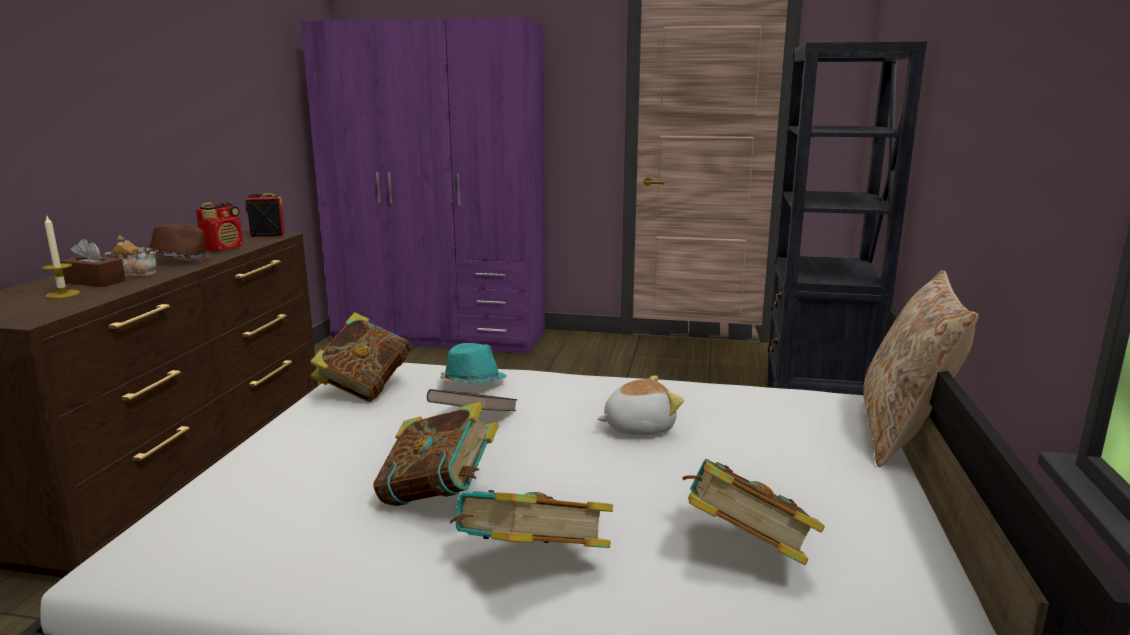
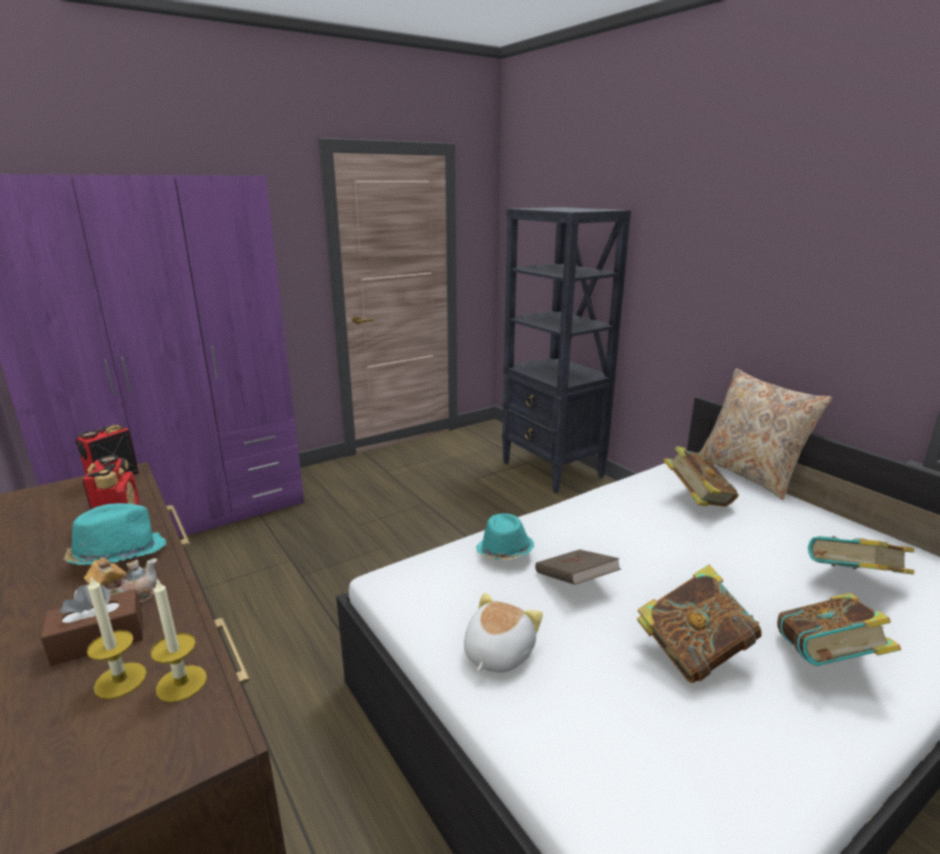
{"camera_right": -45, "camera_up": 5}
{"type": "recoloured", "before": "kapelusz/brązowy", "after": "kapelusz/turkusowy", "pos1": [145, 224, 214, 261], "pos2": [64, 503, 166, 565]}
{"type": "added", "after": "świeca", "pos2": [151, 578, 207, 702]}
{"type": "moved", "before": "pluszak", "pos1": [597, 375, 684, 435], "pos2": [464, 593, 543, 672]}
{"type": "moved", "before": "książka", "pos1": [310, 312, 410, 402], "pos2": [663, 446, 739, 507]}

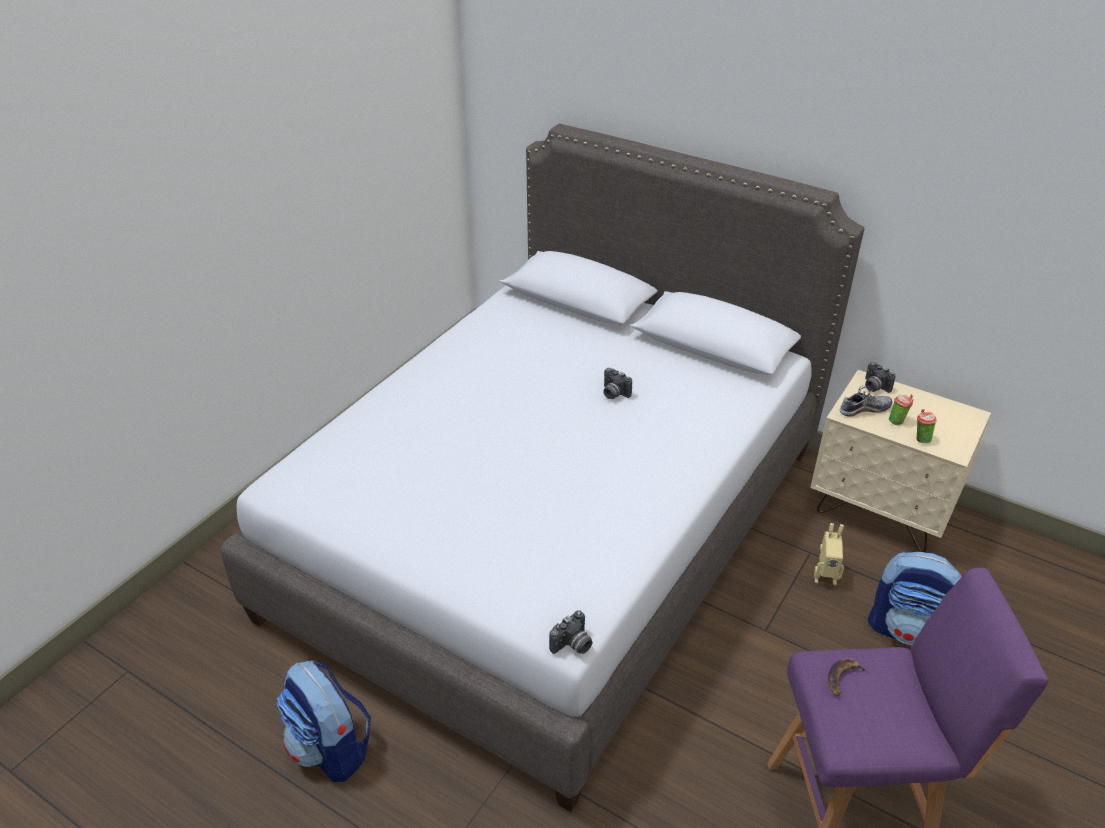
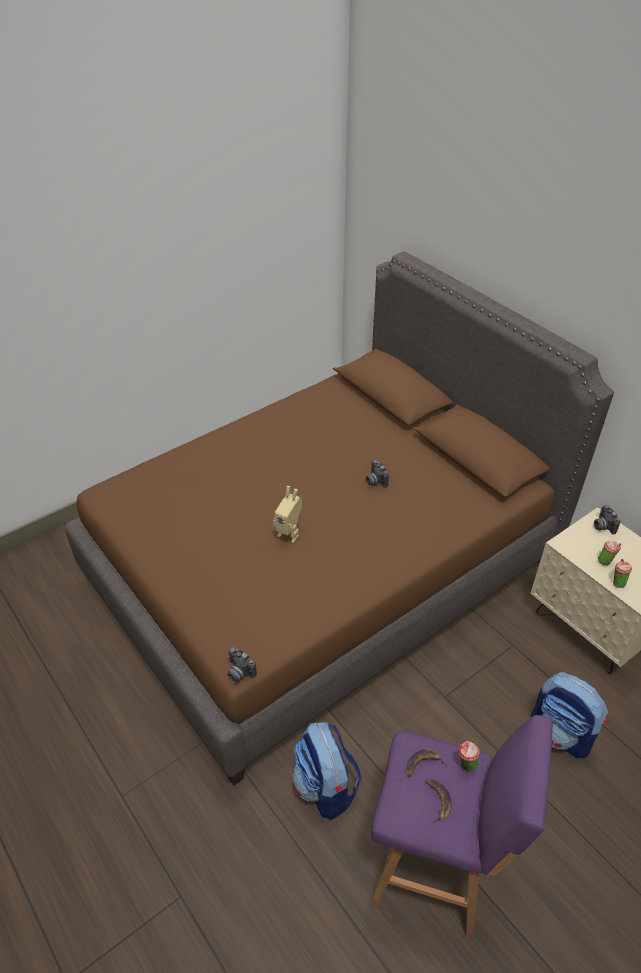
{"camera_right": 20, "camera_up": 5}
{"type": "recoloured", "before": "łóżko/szary", "after": "łóżko/brązowy", "pos1": [221, 124, 864, 812], "pos2": [65, 251, 614, 786]}
{"type": "turned", "before": "aparat fotograficzny", "pos1": [549, 610, 592, 654], "pos2": [227, 647, 257, 683], "turn": 60}
{"type": "moved", "before": "robot zabawkowy", "pos1": [814, 523, 844, 585], "pos2": [273, 486, 302, 543]}
{"type": "moved", "before": "plecak", "pos1": [277, 660, 371, 782], "pos2": [293, 722, 362, 820]}
{"type": "added", "after": "banan", "pos2": [426, 779, 452, 823]}
{"type": "added", "after": "filiżanka", "pos2": [458, 741, 480, 772]}
{"type": "removed", "before": "but", "pos1": [840, 385, 892, 417]}

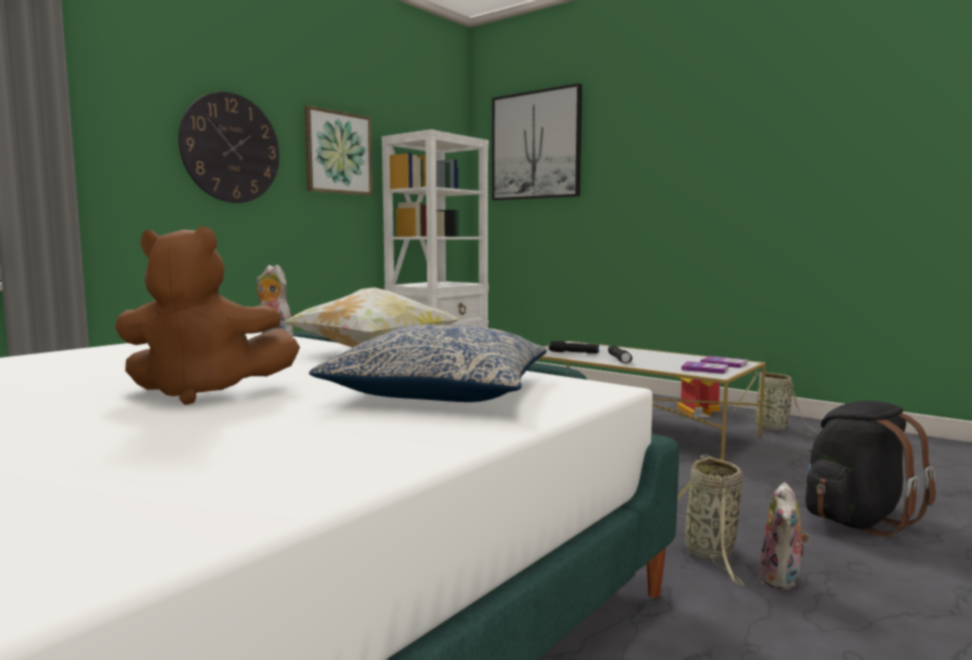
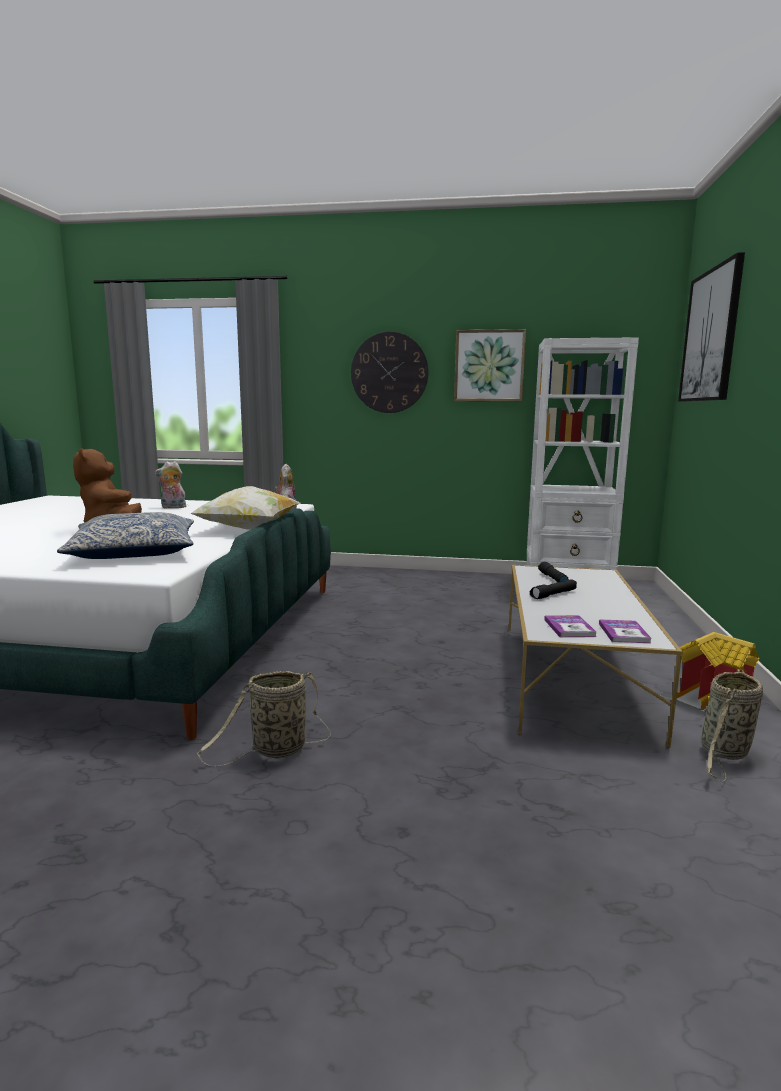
{"camera_right": 60, "camera_up": 5}
{"type": "moved", "before": "pluszak", "pos1": [758, 482, 810, 590], "pos2": [155, 461, 186, 508]}
{"type": "removed", "before": "plecak/czarny", "pos1": [805, 400, 936, 537]}

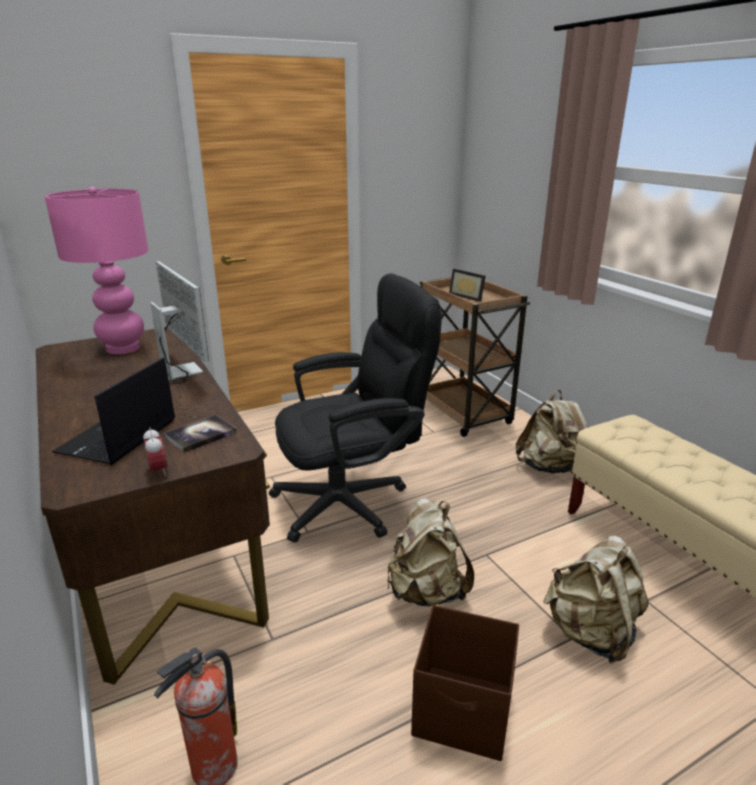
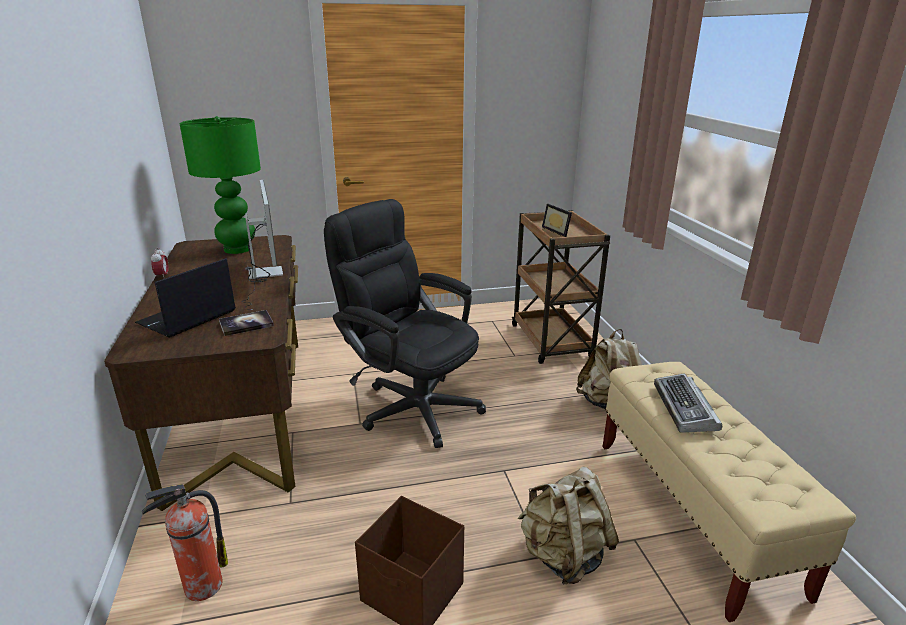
{"camera_right": 15, "camera_up": 0}
{"type": "moved", "before": "budzik", "pos1": [143, 427, 167, 476], "pos2": [151, 248, 169, 279]}
{"type": "recoloured", "before": "lampa stołowa/różowy", "after": "lampa stołowa/zielony", "pos1": [44, 187, 149, 354], "pos2": [180, 116, 261, 254]}
{"type": "turned", "before": "krzesło biurowe/czarny", "pos1": [269, 273, 442, 542], "pos2": [324, 199, 486, 448], "turn": -135}
{"type": "added", "after": "klawiatura", "pos2": [654, 373, 722, 433]}
{"type": "removed", "before": "plecak/beżowy", "pos1": [387, 498, 474, 606]}

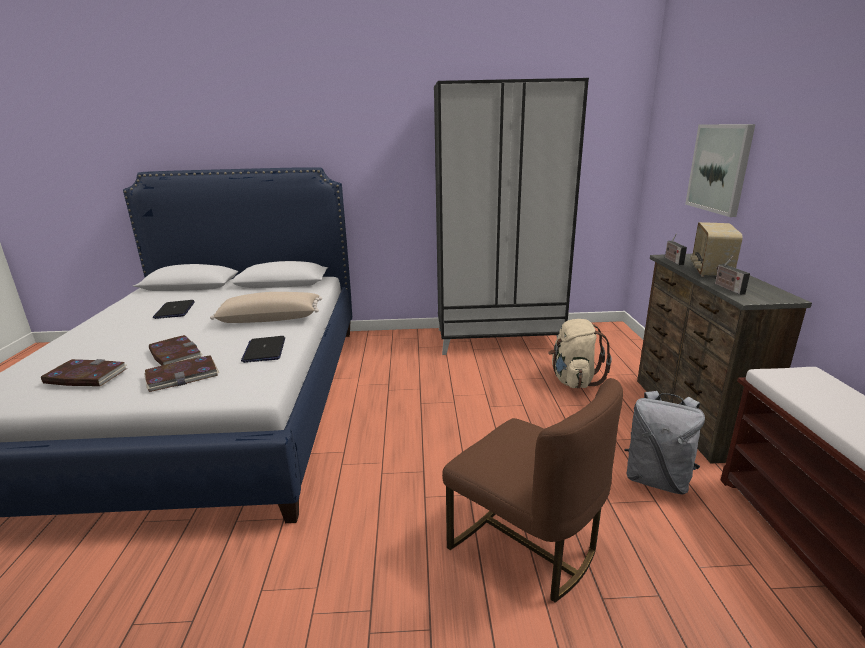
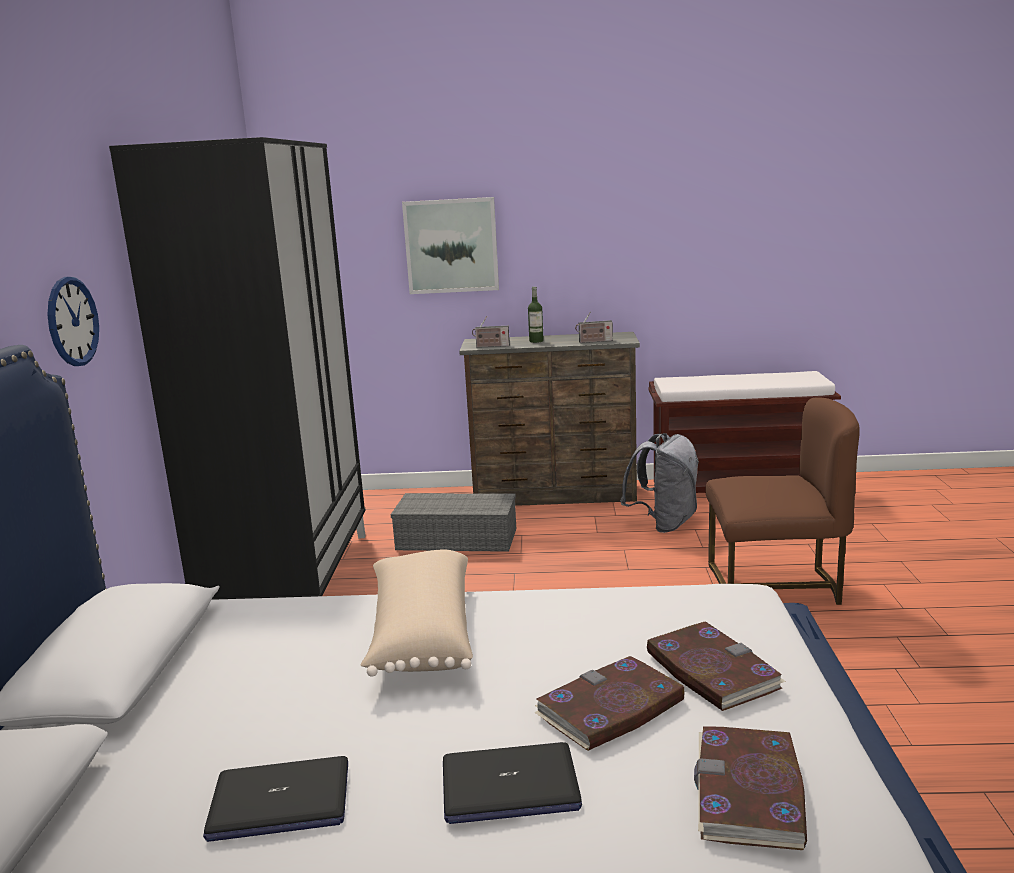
{"camera_right": -85, "camera_up": -5}
{"type": "added", "after": "zegar ścienny", "pos2": [47, 277, 99, 366]}
{"type": "replaced", "before": "plecak/beżowy", "after": "pojemnik do przechowywania/szary", "pos1": [548, 319, 612, 388], "pos2": [391, 493, 516, 552]}
{"type": "moved", "before": "laptop", "pos1": [241, 336, 285, 363], "pos2": [443, 742, 582, 824]}
{"type": "replaced", "before": "radio", "after": "butelka", "pos1": [690, 222, 743, 277], "pos2": [528, 287, 544, 343]}
{"type": "turned", "before": "krzesło/brązowy", "pos1": [442, 378, 623, 602], "pos2": [705, 397, 860, 605], "turn": 45}

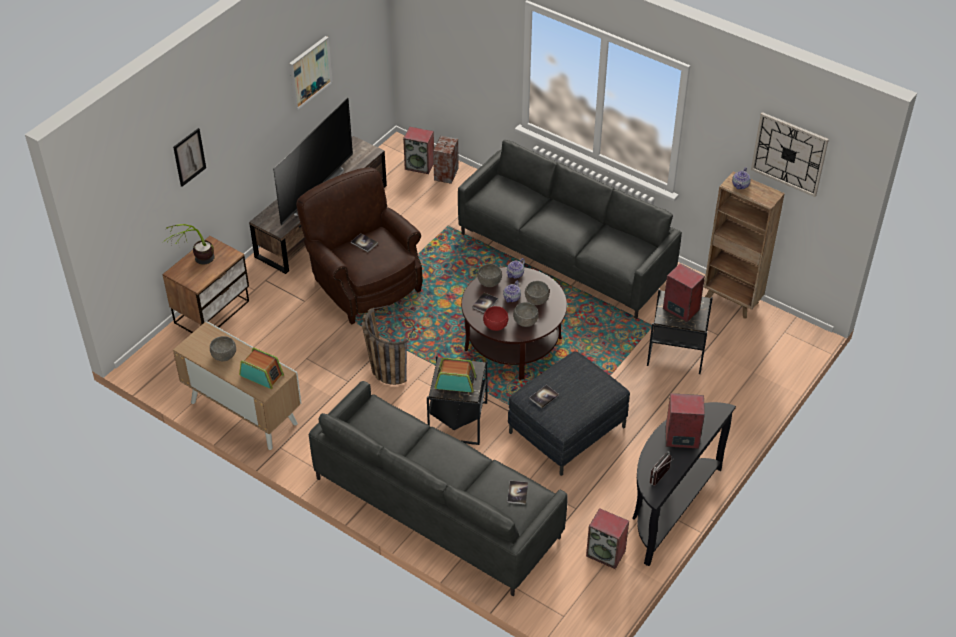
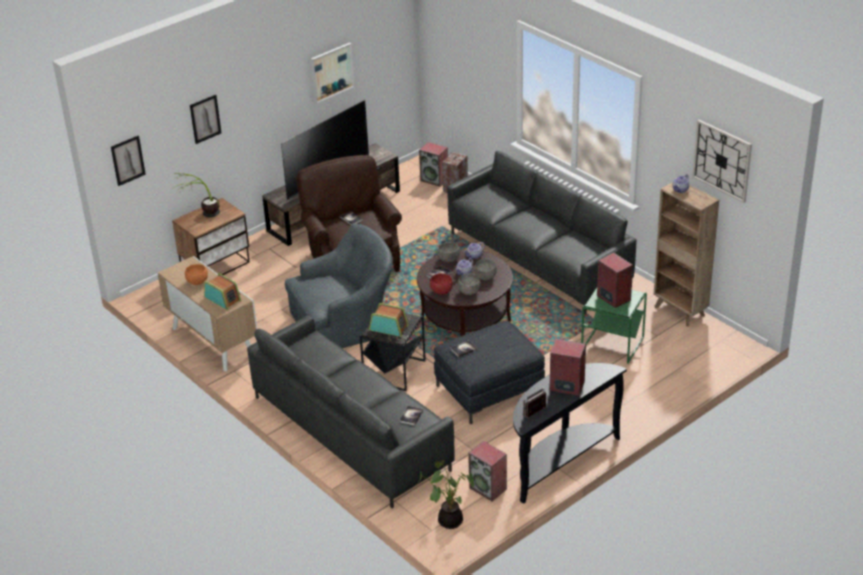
{"camera_right": 15, "camera_up": -10}
{"type": "added", "after": "obraz", "pos2": [111, 136, 146, 186]}
{"type": "recoloured", "before": "miska/szary", "after": "miska/pomarańczowy", "pos1": [210, 336, 236, 361], "pos2": [185, 264, 208, 285]}
{"type": "replaced", "before": "koszyk", "after": "fotel/szary", "pos1": [362, 305, 415, 385], "pos2": [285, 224, 393, 349]}
{"type": "added", "after": "roślina doniczkowa", "pos2": [416, 460, 474, 529]}
{"type": "recoloured", "before": "stolik/czarny", "after": "stolik/zielony", "pos1": [647, 289, 713, 374], "pos2": [581, 288, 647, 364]}

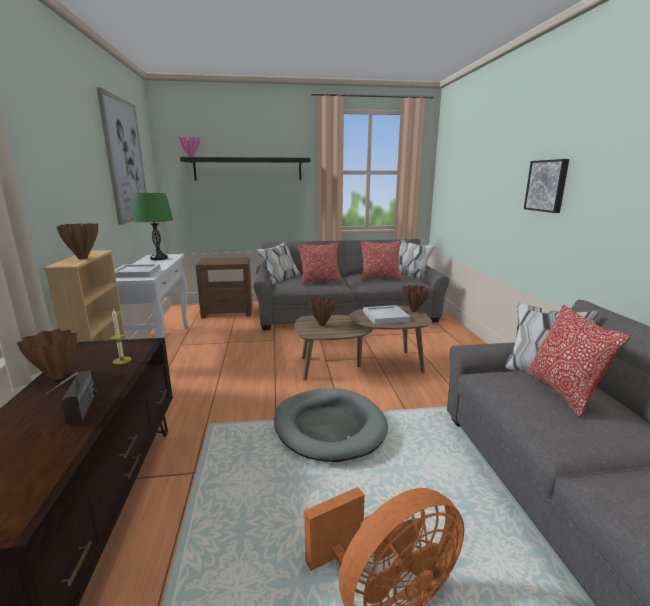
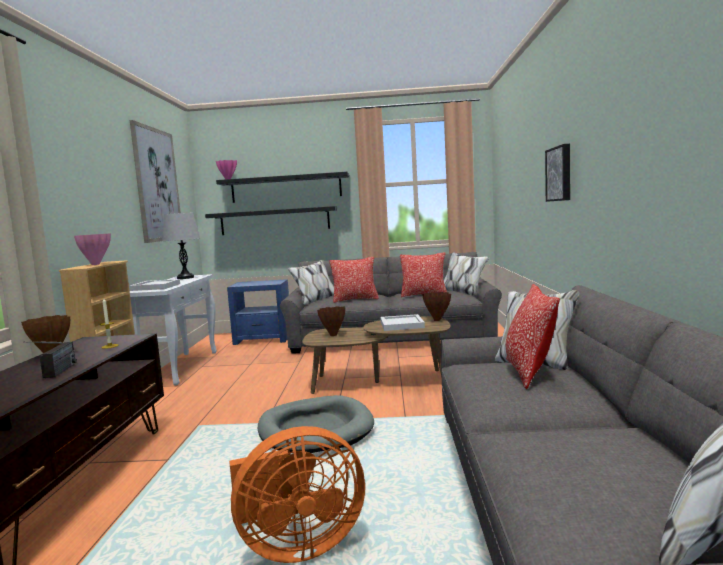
{"camera_right": 10, "camera_up": -10}
{"type": "recoloured", "before": "wazon/brązowy", "after": "wazon/różowy", "pos1": [56, 223, 98, 259], "pos2": [74, 233, 111, 265]}
{"type": "recoloured", "before": "lampa stołowa/zielony", "after": "lampa stołowa/szary", "pos1": [134, 193, 173, 260], "pos2": [162, 213, 200, 279]}
{"type": "added", "after": "półka/czarny", "pos2": [205, 206, 337, 235]}
{"type": "recoloured", "before": "stolik/brązowy", "after": "stolik/niebieski", "pos1": [196, 257, 253, 319], "pos2": [227, 279, 289, 345]}

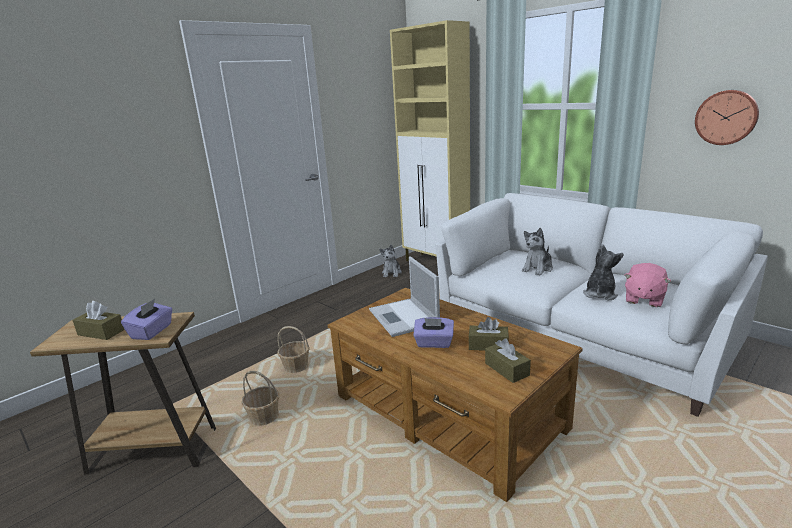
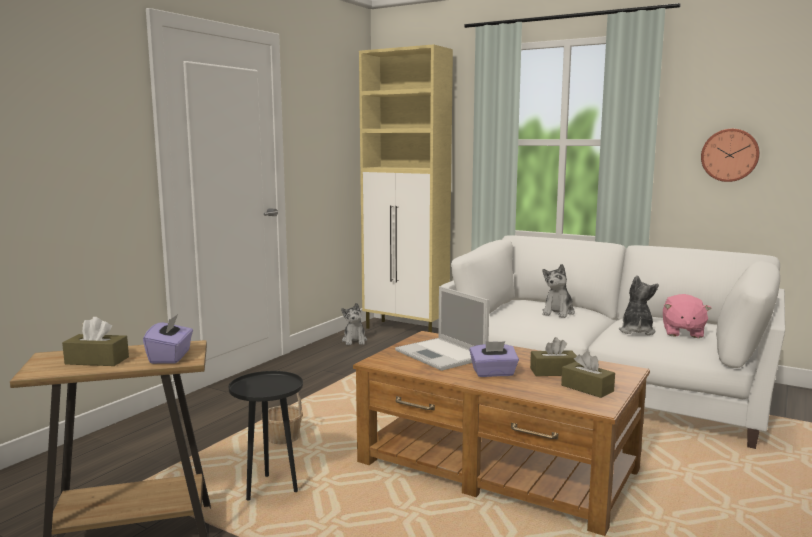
{"camera_right": -15, "camera_up": -10}
{"type": "replaced", "before": "koszyk", "after": "stolik/czarny", "pos1": [242, 371, 279, 426], "pos2": [229, 371, 303, 501]}

